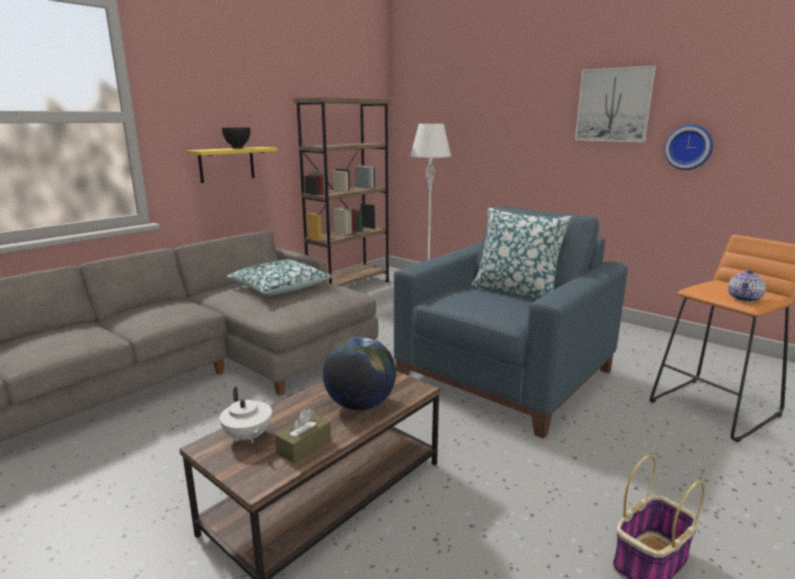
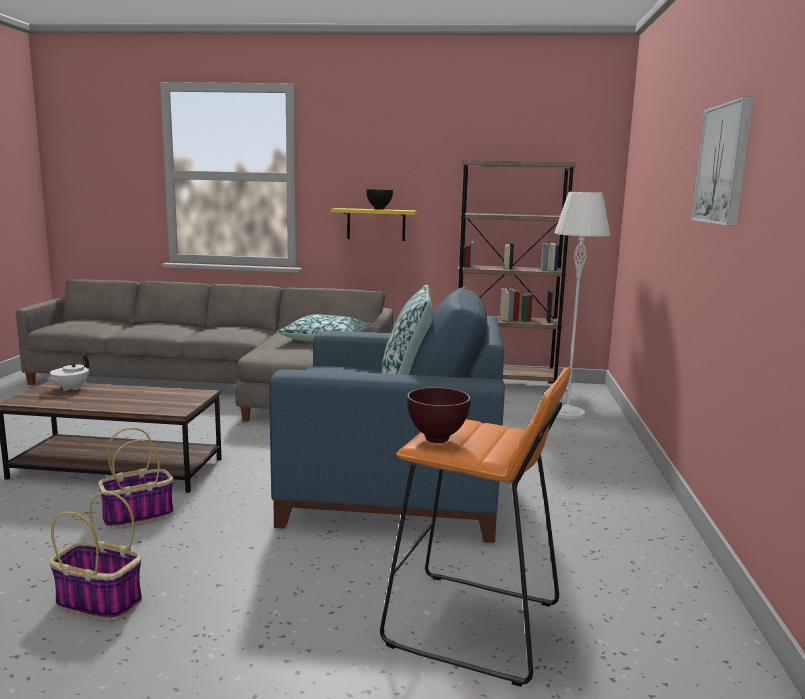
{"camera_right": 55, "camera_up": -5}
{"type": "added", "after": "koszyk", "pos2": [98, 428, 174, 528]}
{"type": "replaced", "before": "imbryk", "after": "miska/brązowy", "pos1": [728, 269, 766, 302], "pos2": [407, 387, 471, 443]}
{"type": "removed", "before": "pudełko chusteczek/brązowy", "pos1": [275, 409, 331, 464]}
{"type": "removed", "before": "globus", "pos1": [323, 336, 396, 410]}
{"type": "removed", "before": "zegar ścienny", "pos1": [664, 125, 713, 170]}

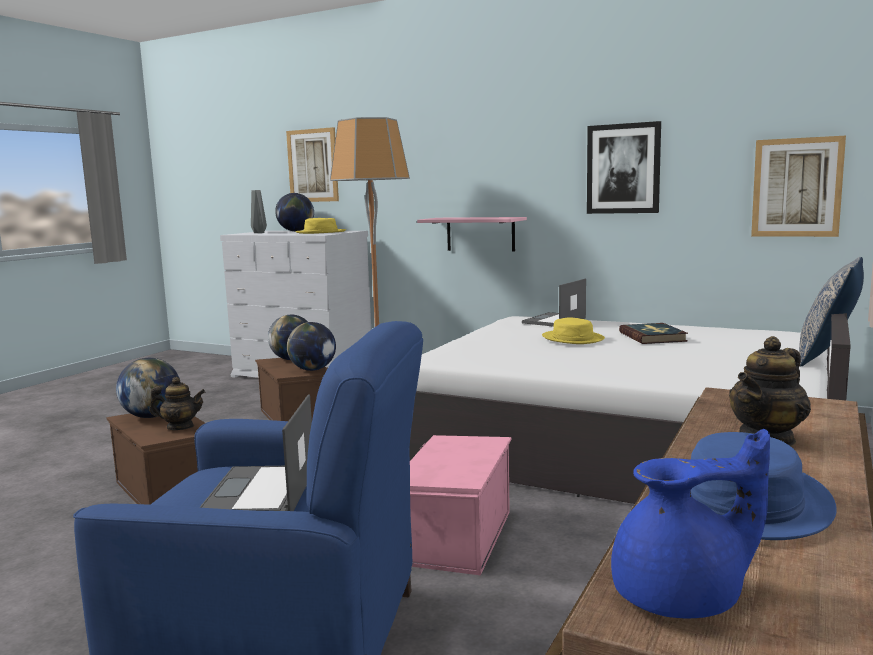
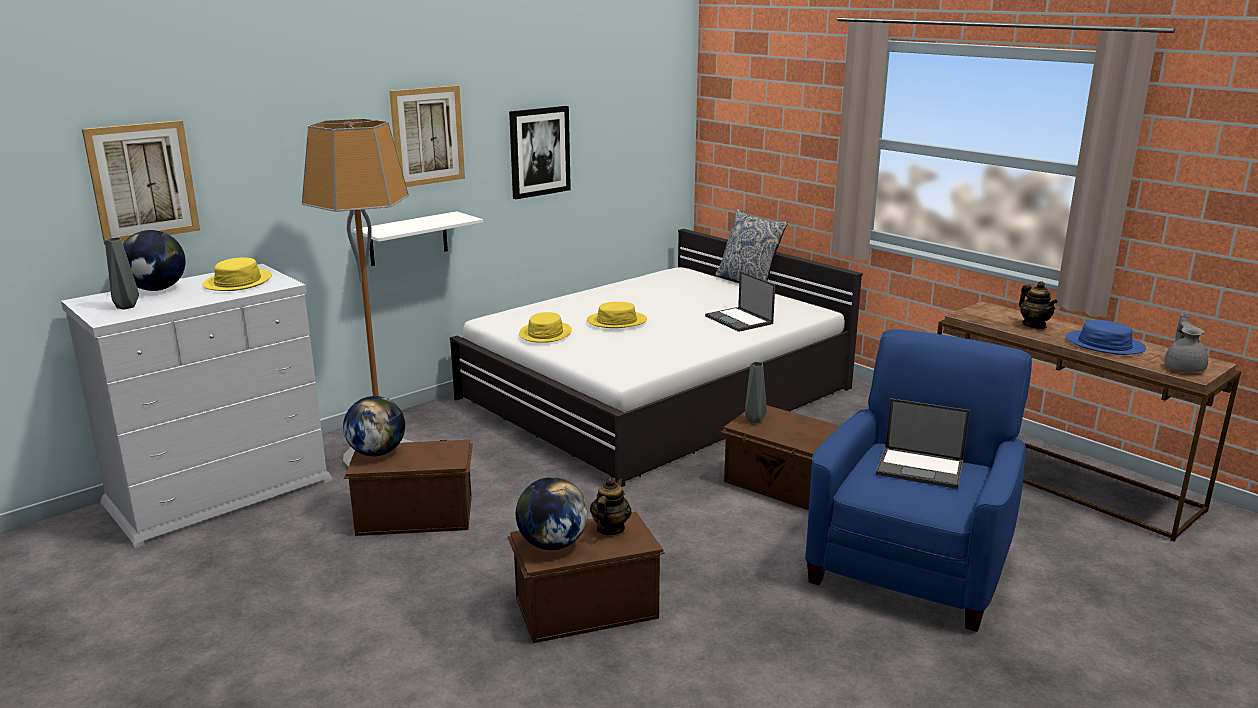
{"camera_right": -70, "camera_up": 10}
{"type": "recoloured", "before": "półka/różowy", "after": "półka/biały", "pos1": [417, 217, 527, 252], "pos2": [354, 211, 483, 266]}
{"type": "moved", "before": "obraz", "pos1": [751, 136, 846, 237], "pos2": [390, 85, 465, 187]}
{"type": "added", "after": "kapelusz/żółty", "pos2": [519, 312, 572, 343]}
{"type": "moved", "before": "laptop", "pos1": [522, 279, 586, 327], "pos2": [705, 271, 775, 332]}
{"type": "recoloured", "before": "pojemnik do przechowywania/różowy", "after": "pojemnik do przechowywania/brązowy", "pos1": [410, 435, 511, 575], "pos2": [720, 405, 840, 510]}
{"type": "added", "after": "wazon/szary", "pos2": [745, 362, 767, 423]}
{"type": "recoloured", "before": "imbryk/niebieski", "after": "imbryk/szary", "pos1": [611, 429, 770, 619], "pos2": [1165, 311, 1208, 373]}
{"type": "removed", "before": "globus", "pos1": [287, 322, 336, 371]}
{"type": "removed", "before": "książka", "pos1": [619, 323, 688, 344]}

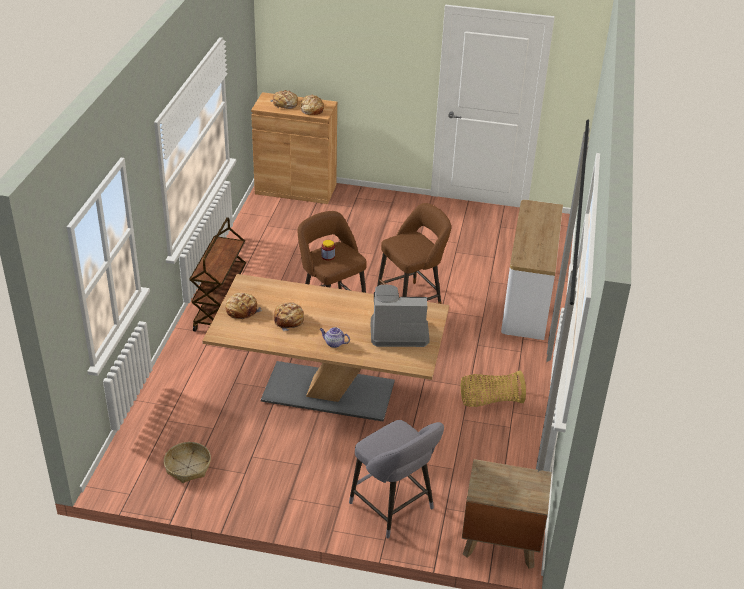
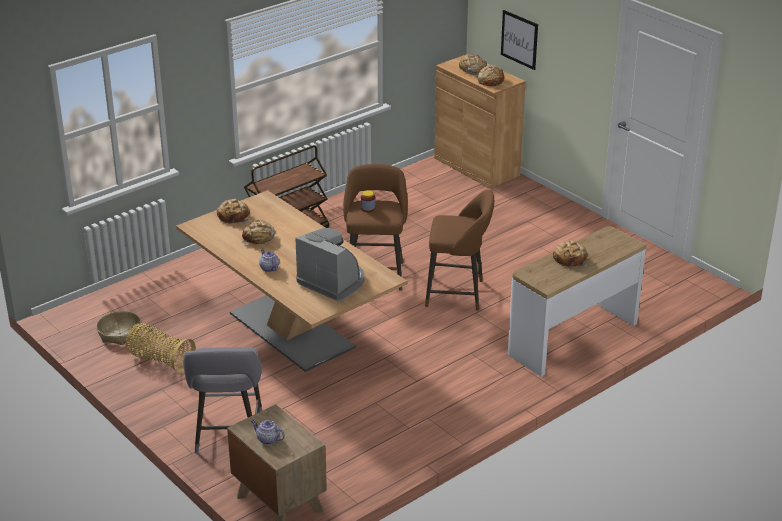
{"camera_right": 40, "camera_up": -5}
{"type": "moved", "before": "koszyk", "pos1": [461, 371, 526, 407], "pos2": [126, 323, 196, 373]}
{"type": "added", "after": "imbryk", "pos2": [251, 420, 285, 445]}
{"type": "added", "after": "obraz", "pos2": [501, 10, 538, 70]}
{"type": "added", "after": "chleb", "pos2": [553, 240, 588, 267]}

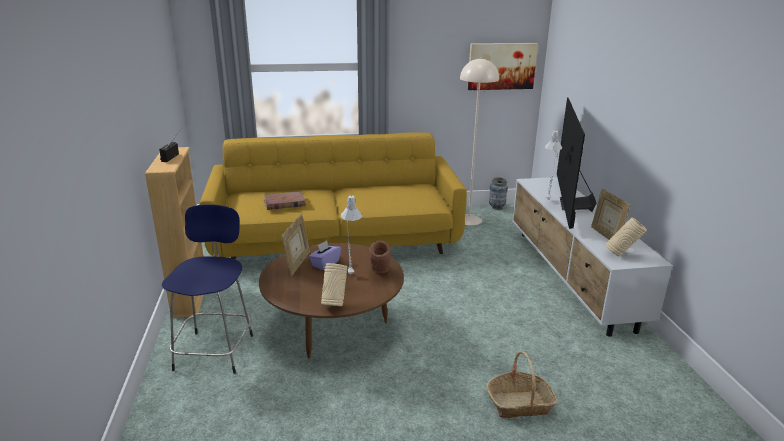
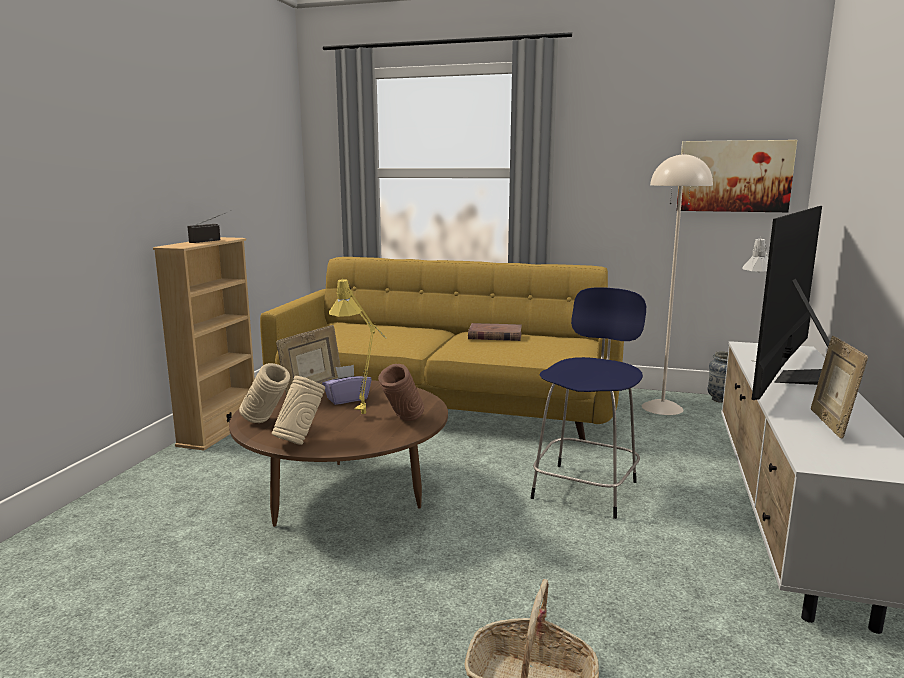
{"camera_right": 25, "camera_up": -10}
{"type": "moved", "before": "wazon/beżowy", "pos1": [605, 218, 647, 256], "pos2": [239, 363, 290, 423]}
{"type": "recoloured", "before": "lampa stołowa/szary", "after": "lampa stołowa/żółty", "pos1": [341, 195, 363, 274], "pos2": [329, 277, 386, 414]}
{"type": "moved", "before": "książka/brązowy", "pos1": [264, 191, 306, 210], "pos2": [468, 323, 522, 341]}
{"type": "moved", "before": "stołek/niebieski", "pos1": [162, 204, 253, 374], "pos2": [531, 287, 646, 519]}

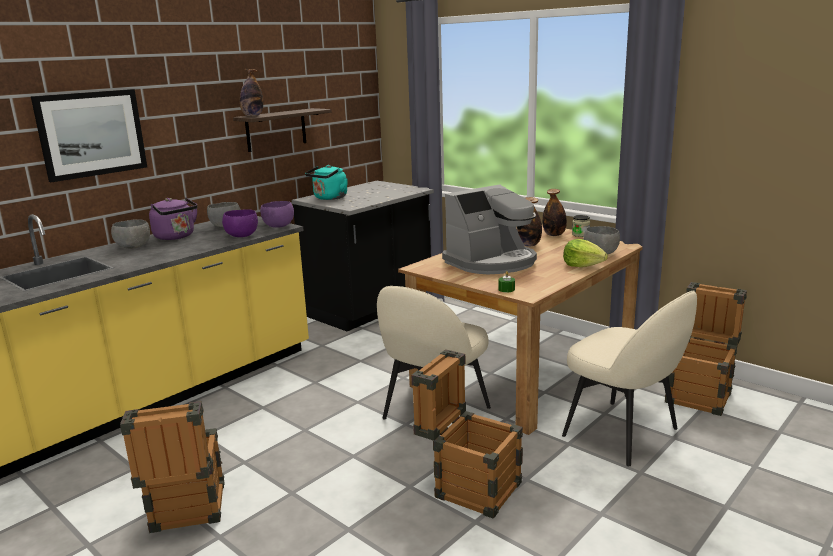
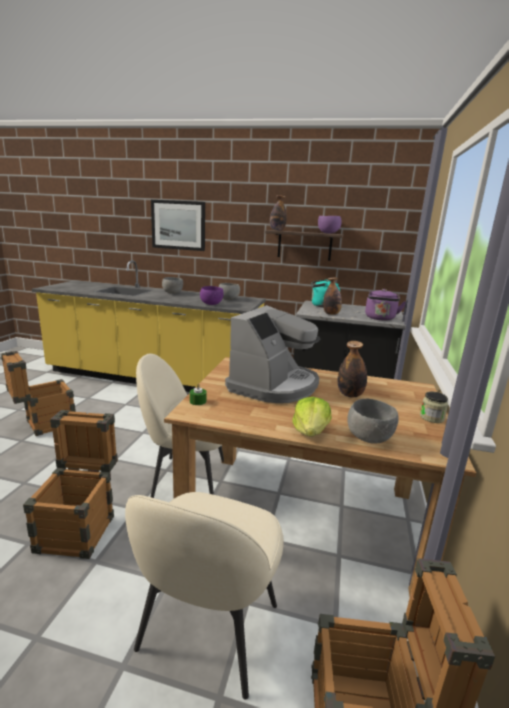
{"camera_right": 60, "camera_up": 0}
{"type": "turned", "before": "ekspres do kawy", "pos1": [442, 184, 537, 274], "pos2": [225, 305, 320, 403], "turn": -90}
{"type": "moved", "before": "miska/fioletowy", "pos1": [260, 201, 294, 228], "pos2": [318, 216, 341, 234]}
{"type": "moved", "before": "butelka", "pos1": [542, 189, 567, 236], "pos2": [323, 277, 342, 315]}
{"type": "moved", "before": "czajnik/fioletowy", "pos1": [149, 197, 197, 240], "pos2": [365, 289, 406, 321]}

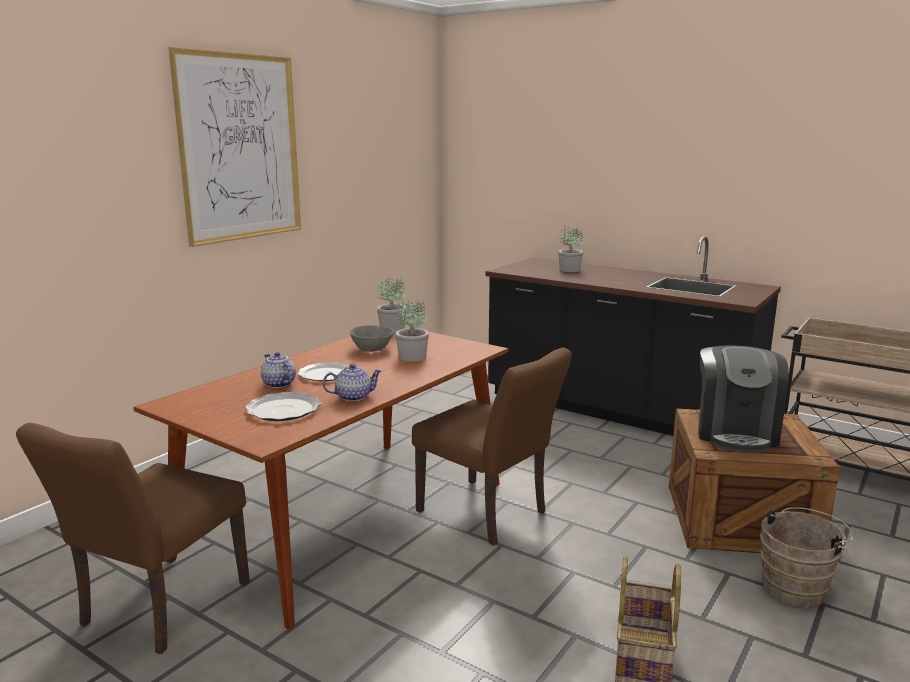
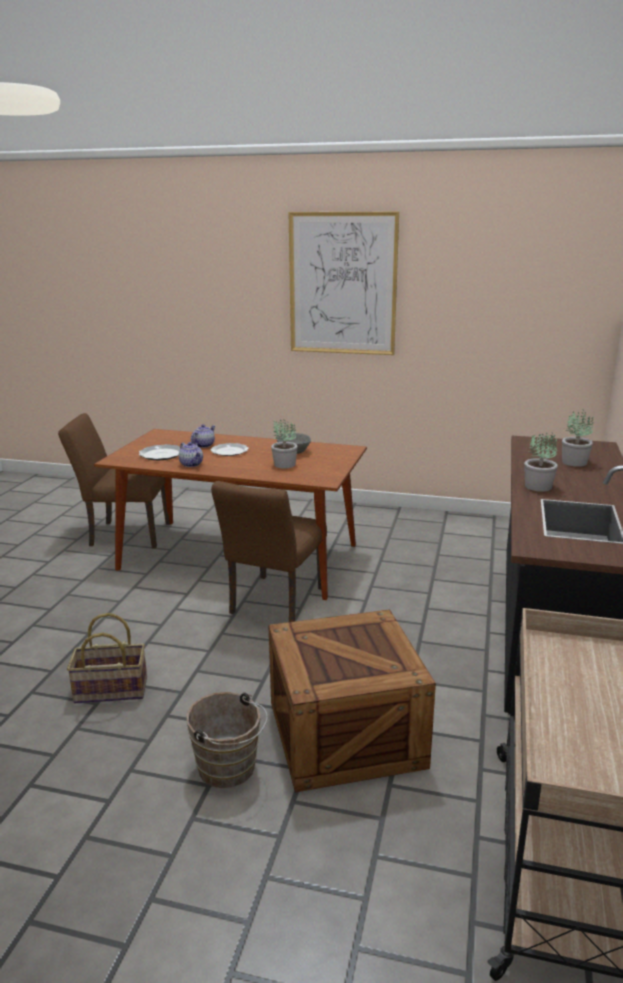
{"camera_right": 70, "camera_up": 5}
{"type": "moved", "before": "roślina doniczkowa", "pos1": [377, 278, 406, 332], "pos2": [524, 432, 558, 492]}
{"type": "removed", "before": "ekspres do kawy", "pos1": [698, 345, 789, 453]}

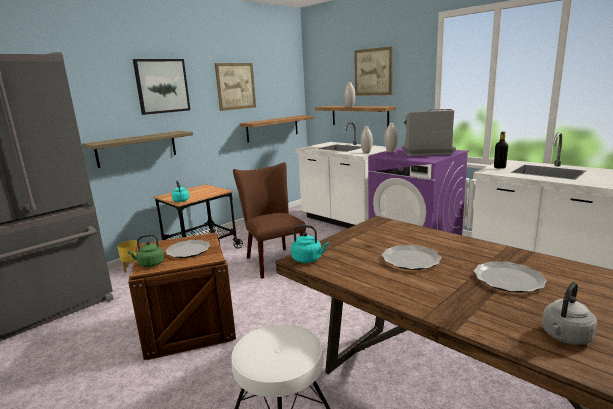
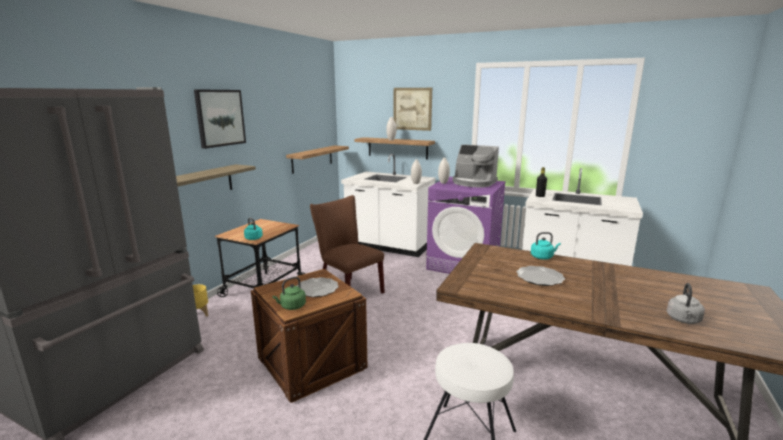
{"camera_right": -20, "camera_up": 0}
{"type": "turned", "before": "ekspres do kawy", "pos1": [402, 109, 456, 156], "pos2": [453, 145, 499, 187], "turn": -135}
{"type": "moved", "before": "czajnik/turkusowy", "pos1": [291, 225, 329, 263], "pos2": [531, 232, 561, 260]}
{"type": "removed", "before": "obraz", "pos1": [215, 63, 256, 111]}
{"type": "removed", "before": "talerz", "pos1": [473, 261, 547, 293]}

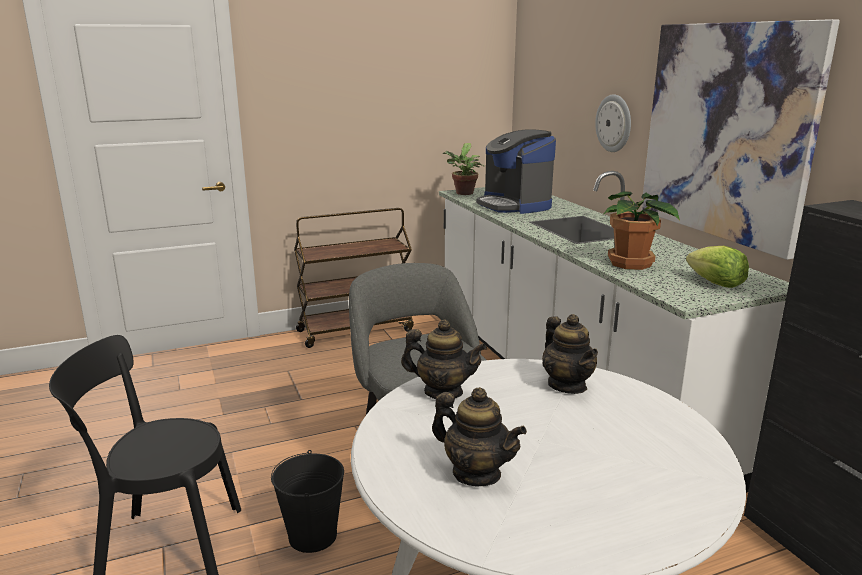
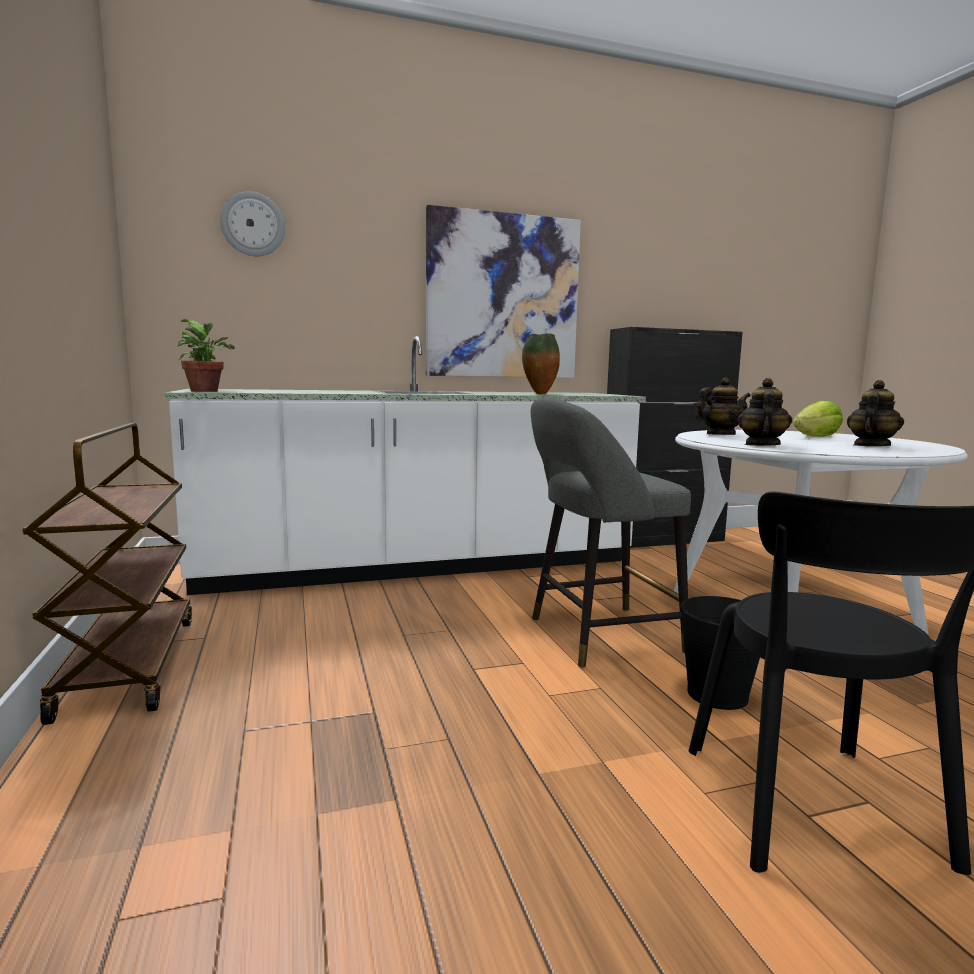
{"camera_right": -85, "camera_up": -10}
{"type": "moved", "before": "zegar ścienny", "pos1": [595, 94, 631, 152], "pos2": [220, 191, 285, 256]}
{"type": "replaced", "before": "roślina doniczkowa", "after": "wazon", "pos1": [603, 191, 680, 270], "pos2": [522, 333, 560, 394]}
{"type": "moved", "before": "sałata", "pos1": [686, 246, 749, 288], "pos2": [793, 401, 843, 437]}
{"type": "removed", "before": "ekspres do kawy", "pos1": [476, 129, 556, 214]}

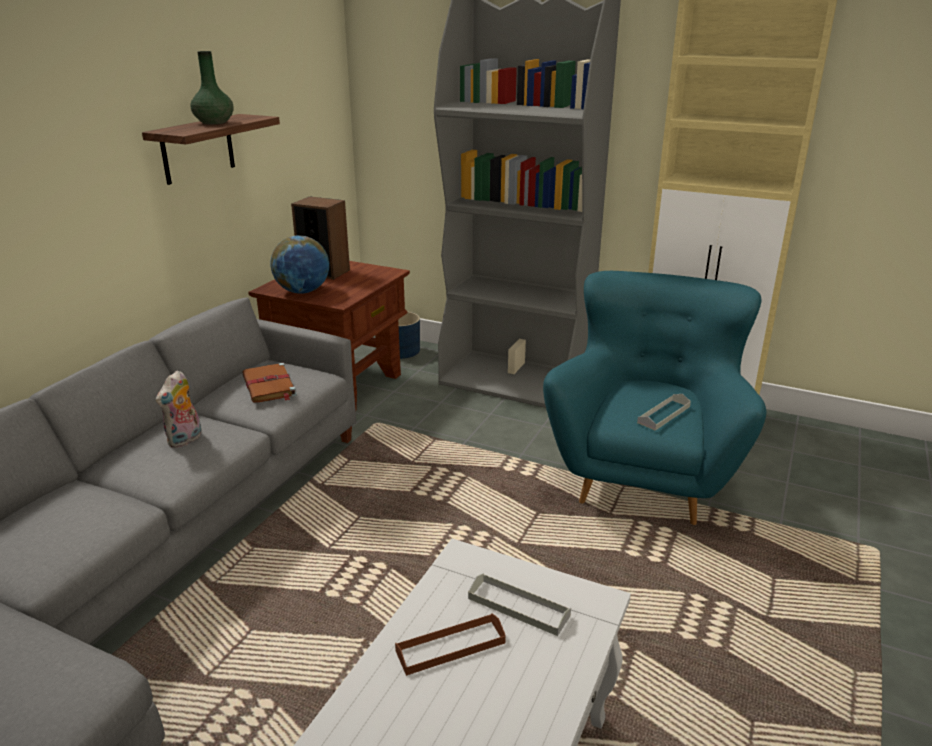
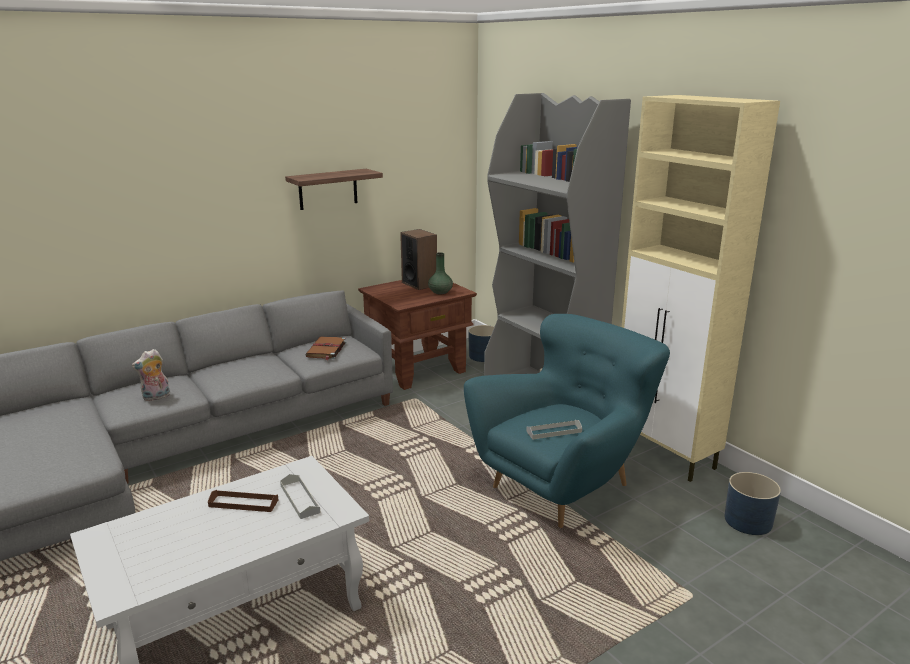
{"camera_right": 30, "camera_up": -5}
{"type": "moved", "before": "pluszak", "pos1": [156, 370, 202, 448], "pos2": [132, 349, 170, 402]}
{"type": "moved", "before": "wazon/zielony", "pos1": [190, 51, 234, 124], "pos2": [428, 252, 453, 294]}
{"type": "added", "after": "donica/niebieski", "pos2": [724, 472, 781, 535]}
{"type": "removed", "before": "globus", "pos1": [270, 235, 329, 294]}

